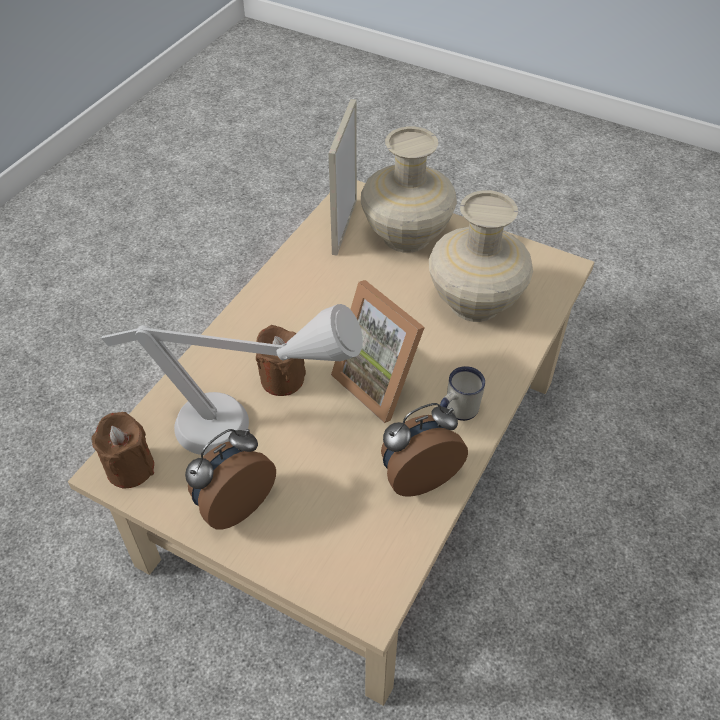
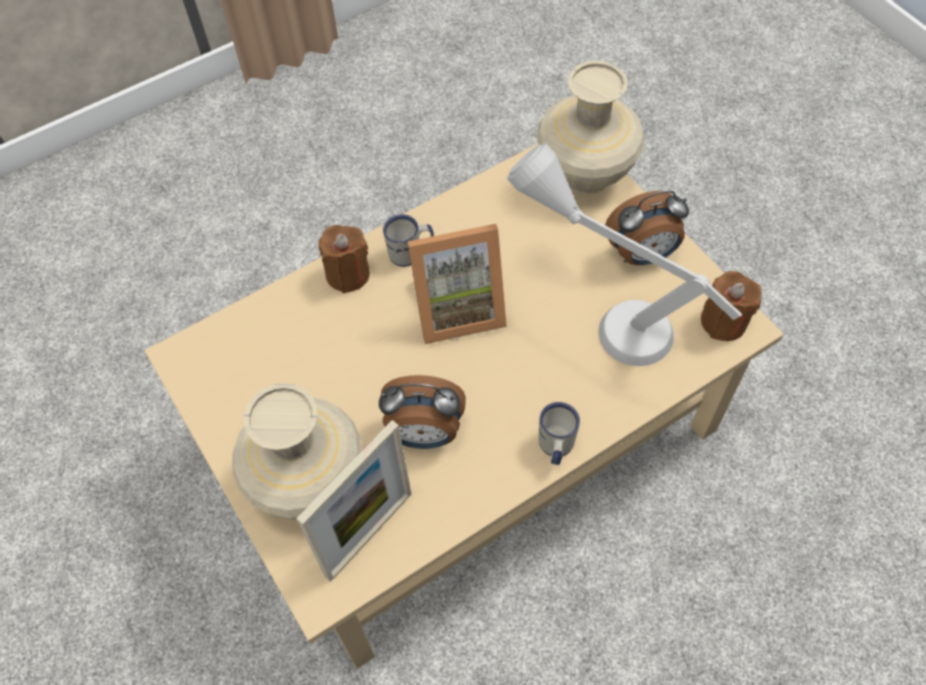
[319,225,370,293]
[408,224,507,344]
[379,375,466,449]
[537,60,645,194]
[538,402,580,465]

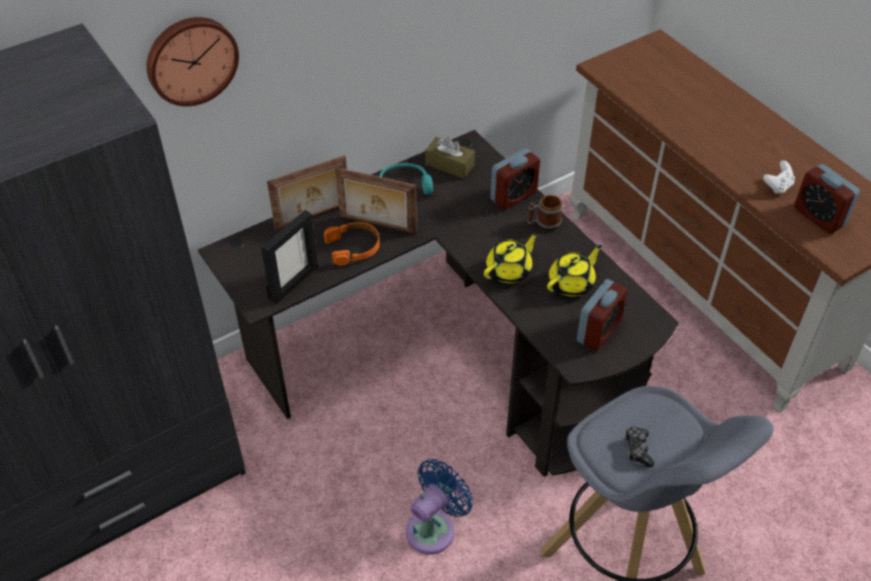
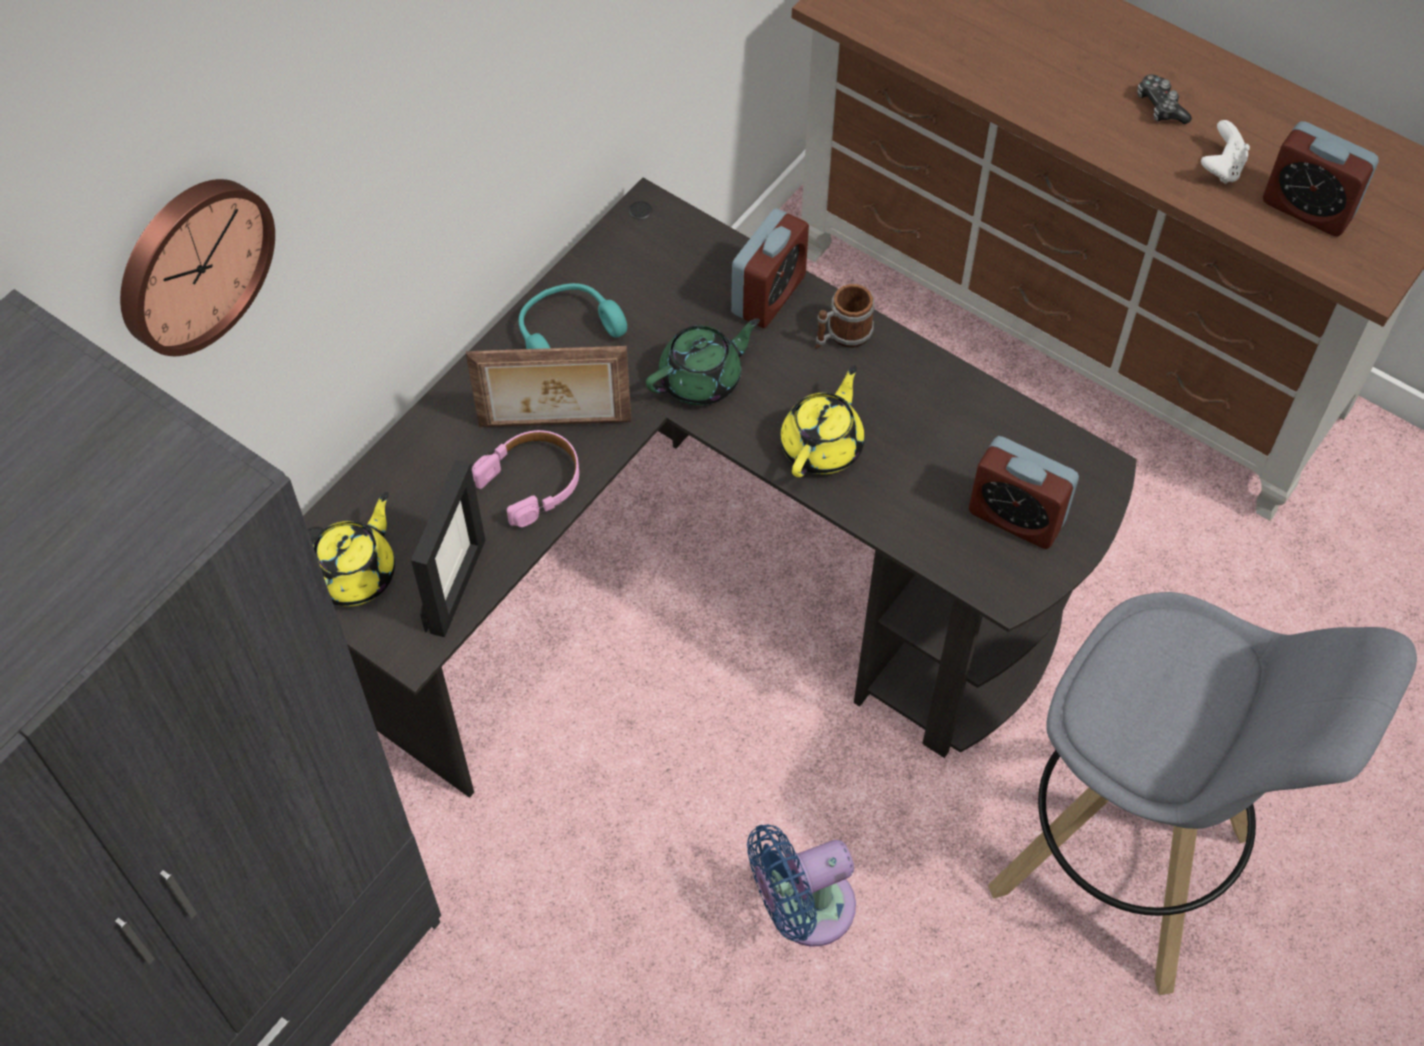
[267,155,347,231] (first image)
[472,430,579,527]
[747,824,856,946]
[425,137,475,178] (first image)
[313,492,395,606]
[969,436,1079,549]
[1137,74,1192,124]
[646,318,760,405]

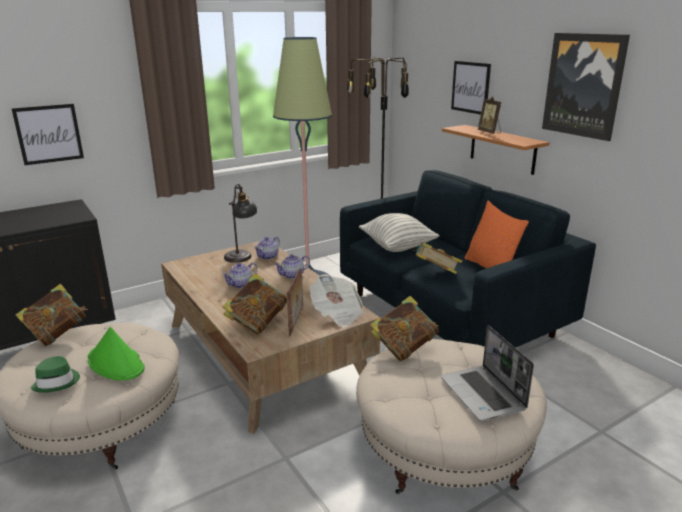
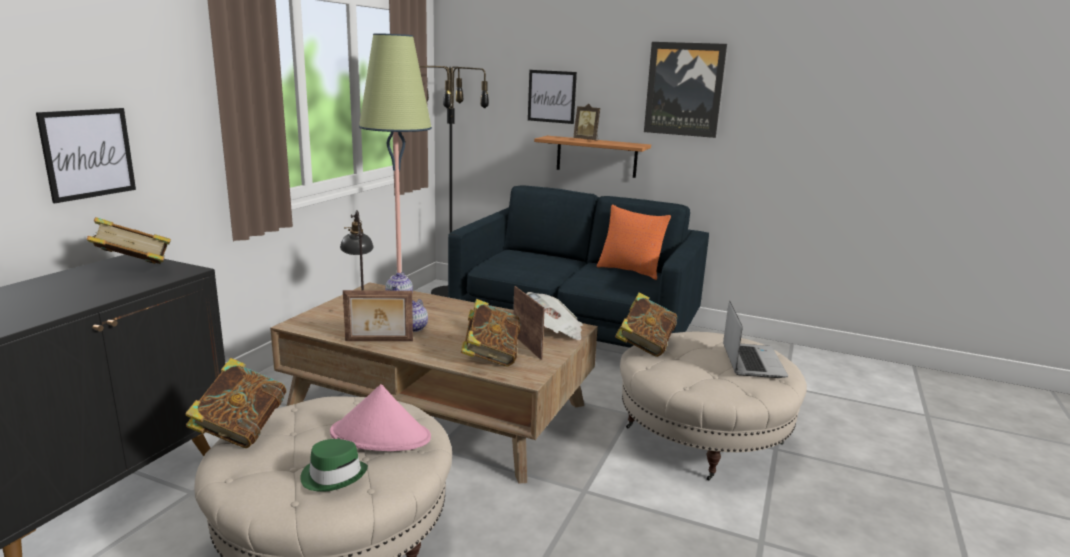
[330,384,431,451]
[274,254,310,279] (first image)
[359,213,440,252] (first image)
[87,217,171,264]
[723,301,788,378]
[343,290,413,341]

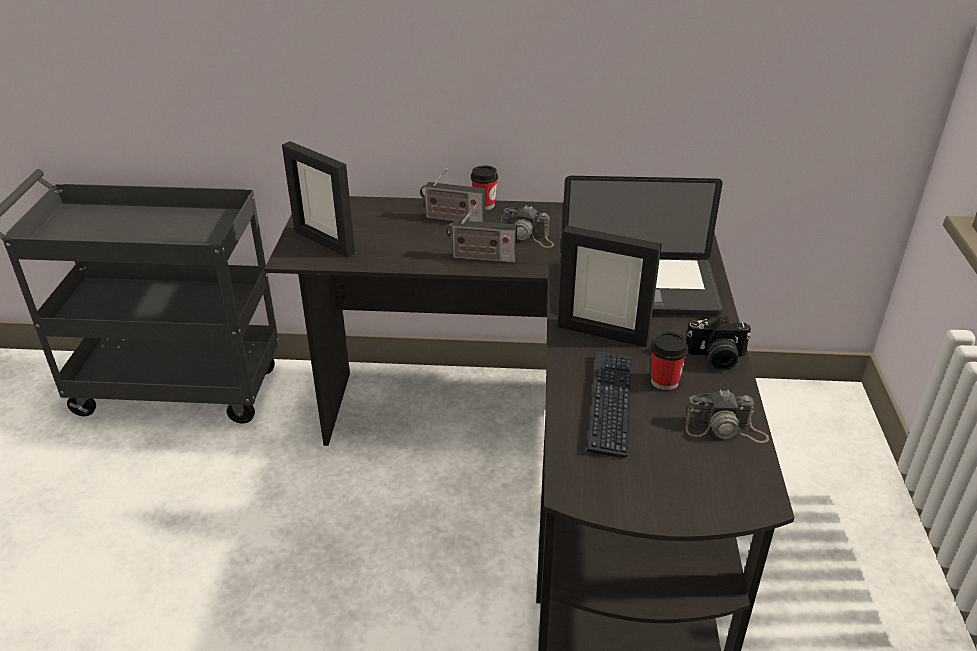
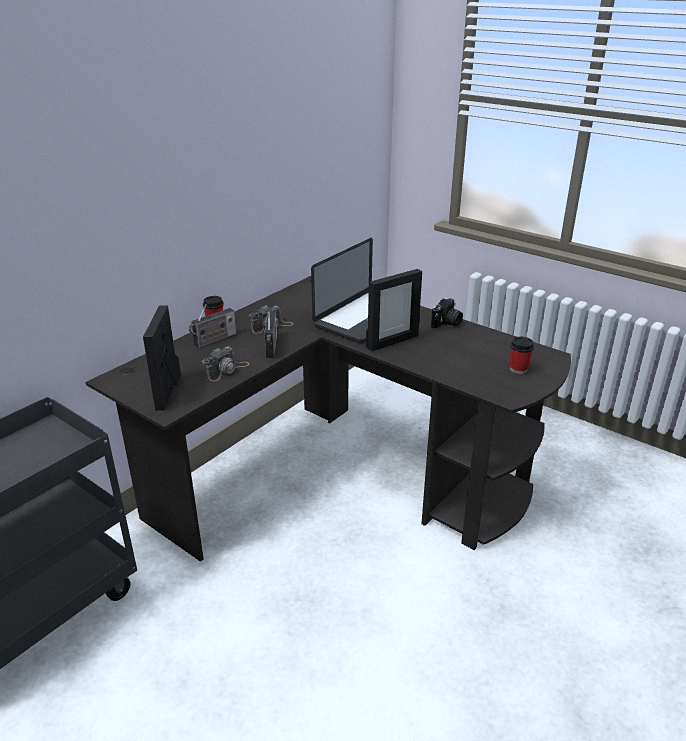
[143,305,181,411]
[264,311,278,357]
[587,351,632,458] (first image)
[510,337,534,374]
[202,346,249,381]

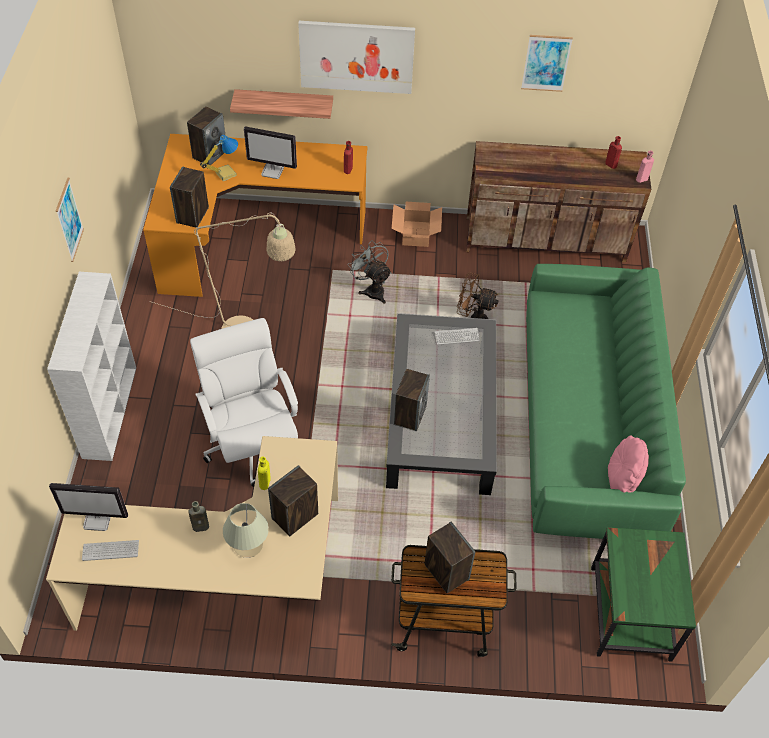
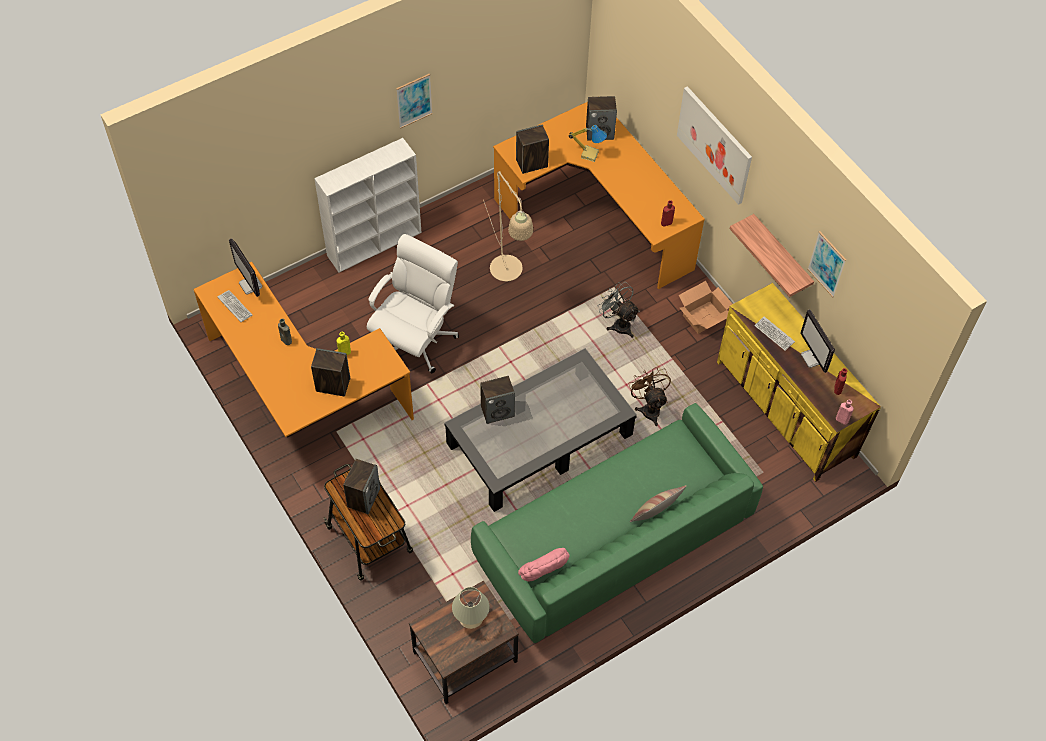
[193,262,414,438]
[452,587,490,629]
[730,214,814,297]
[800,310,835,373]
[598,282,640,338]
[754,317,795,351]
[717,283,881,482]
[409,581,519,704]
[630,485,686,522]

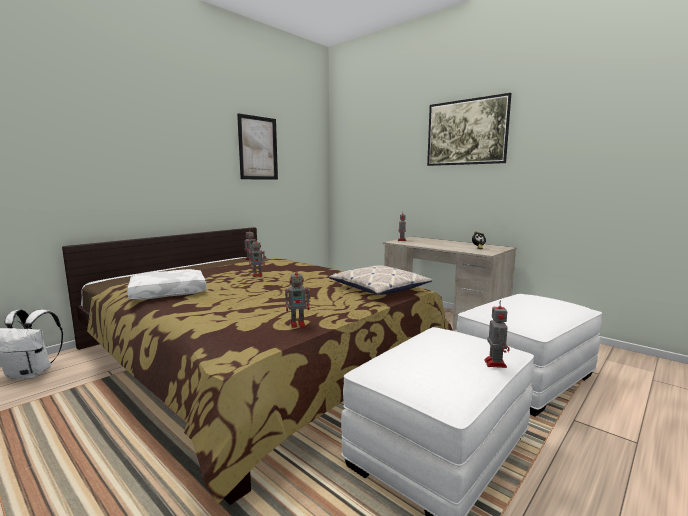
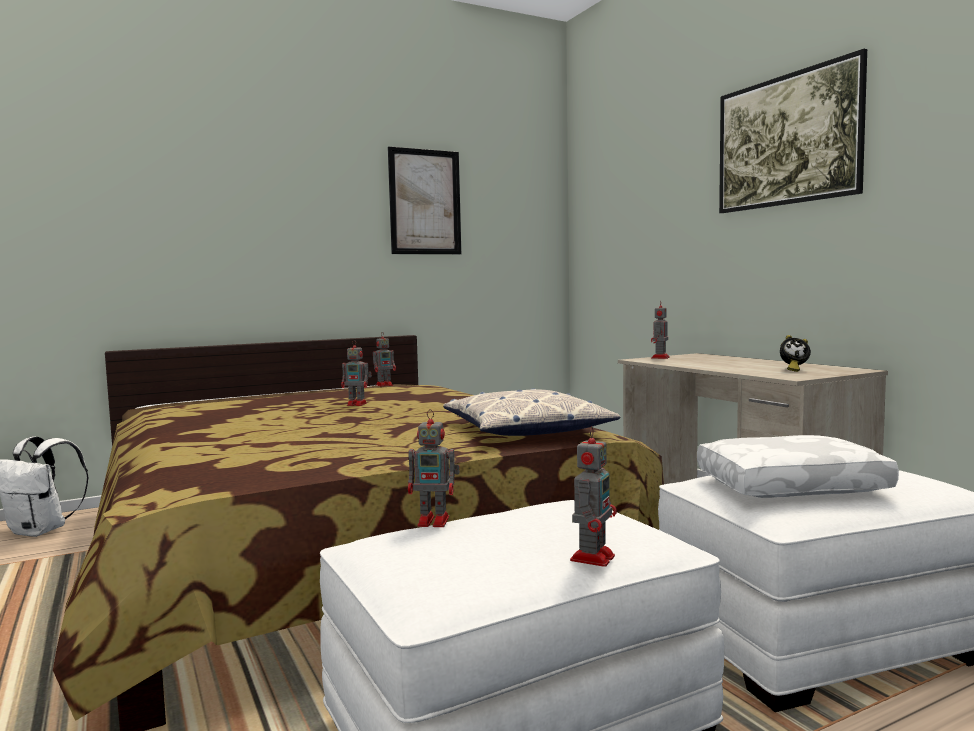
[697,435,899,498]
[408,409,460,527]

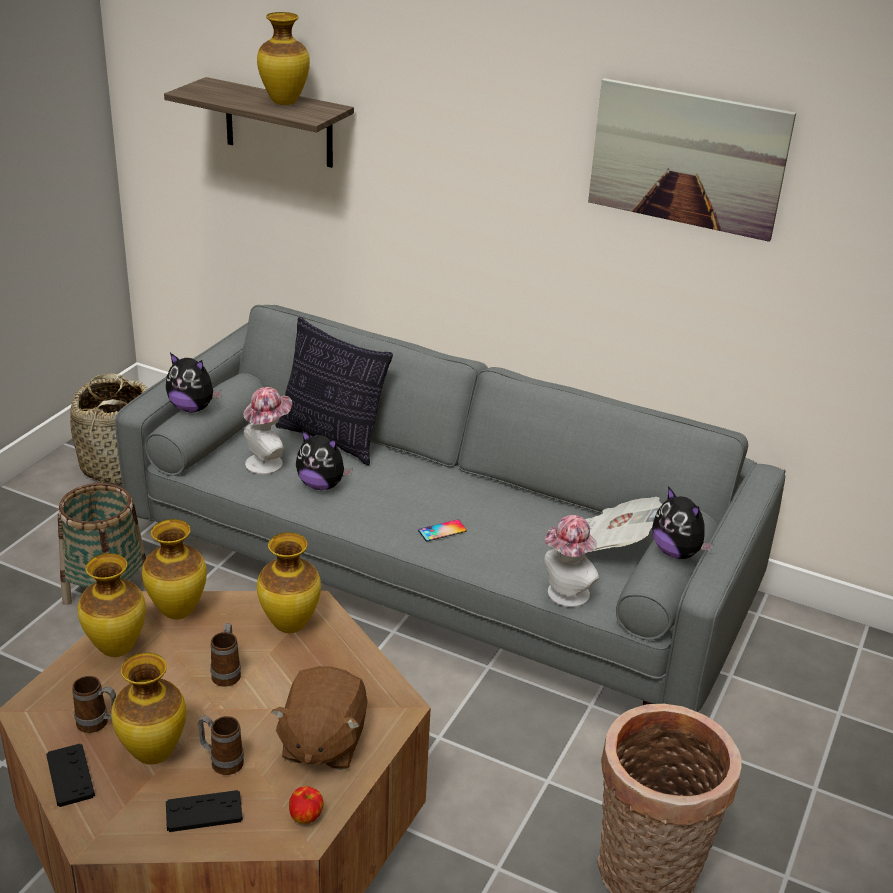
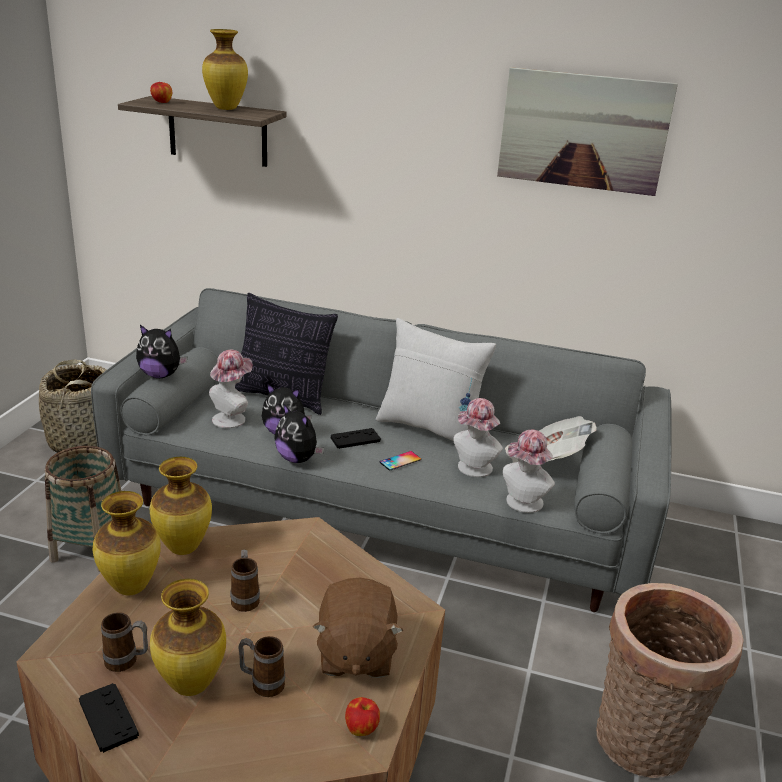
[331,428,381,449]
[257,532,321,633] (first image)
[275,403,324,463]
[150,82,172,103]
[375,318,496,441]
[454,398,503,477]

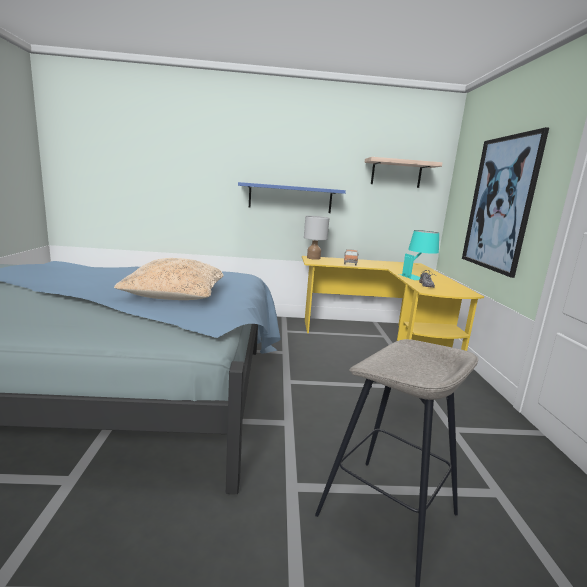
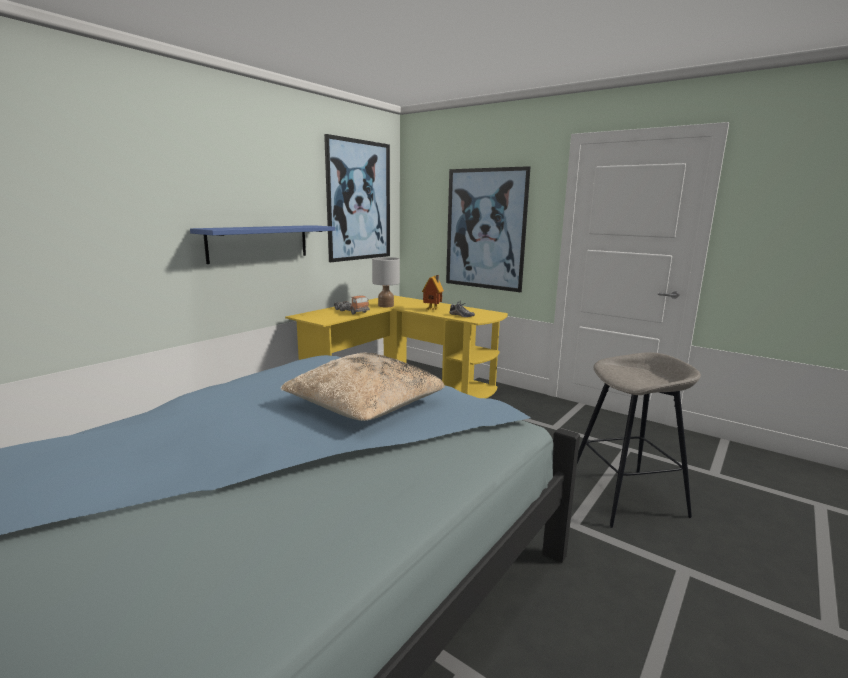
[372,257,400,307]
[324,134,390,262]
[422,275,444,310]

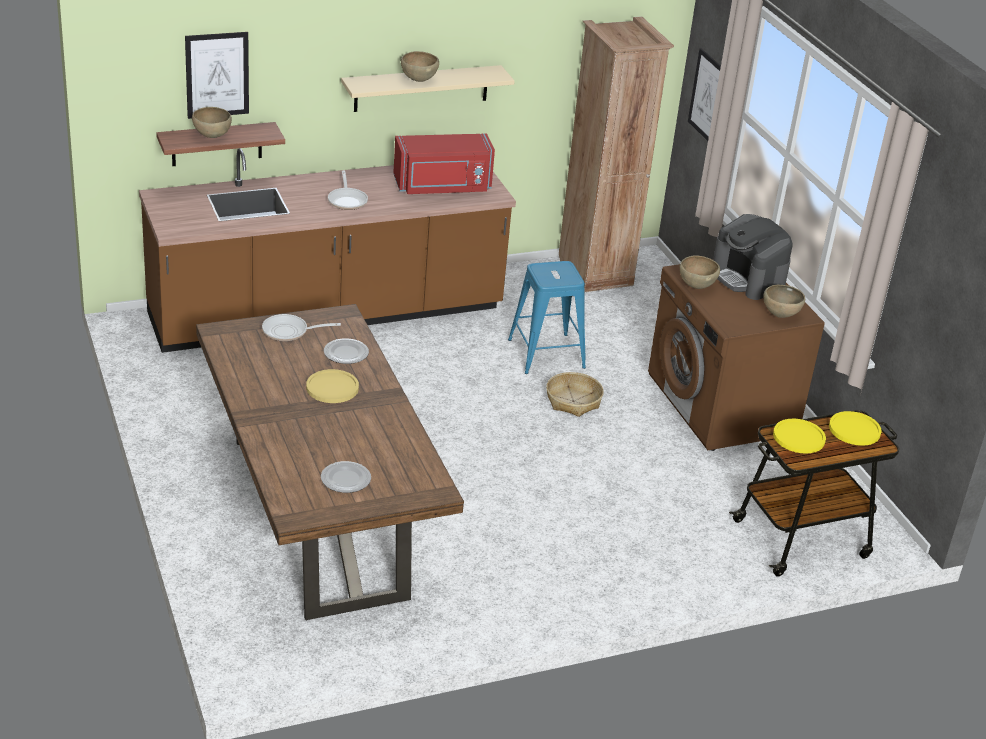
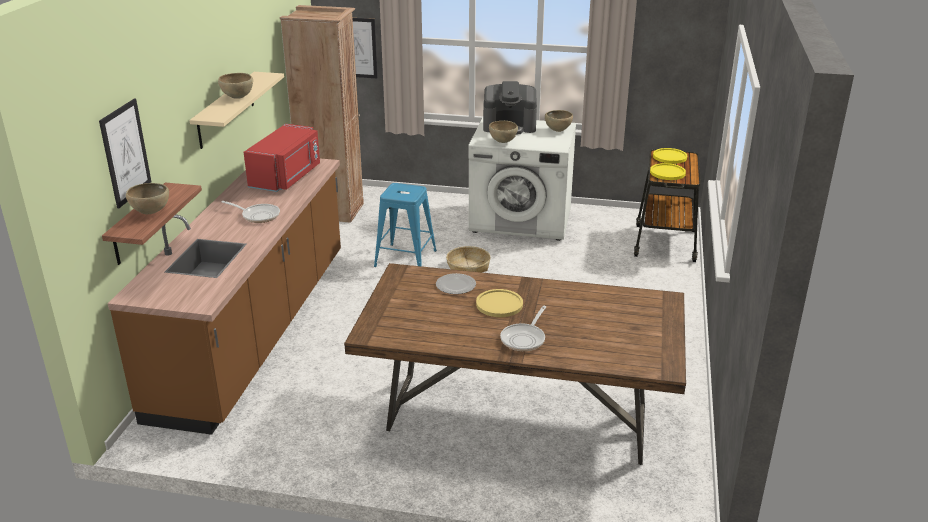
[500,306,546,351]
[321,461,371,493] (first image)
[468,117,576,241]

